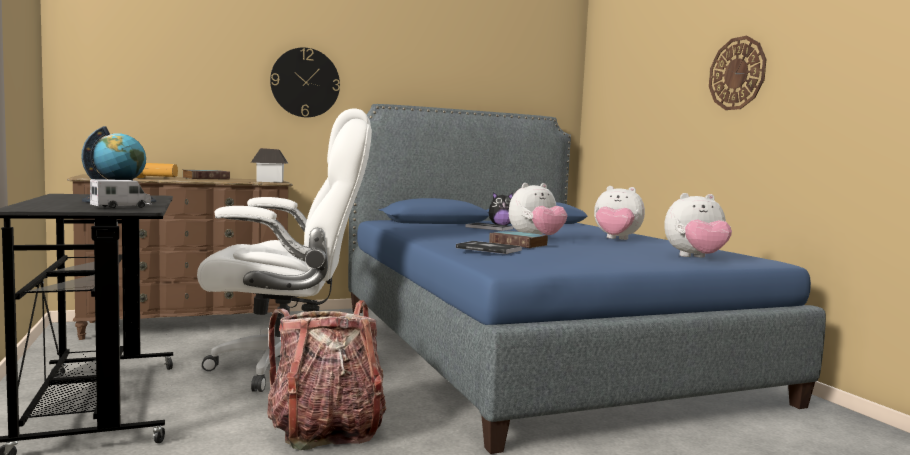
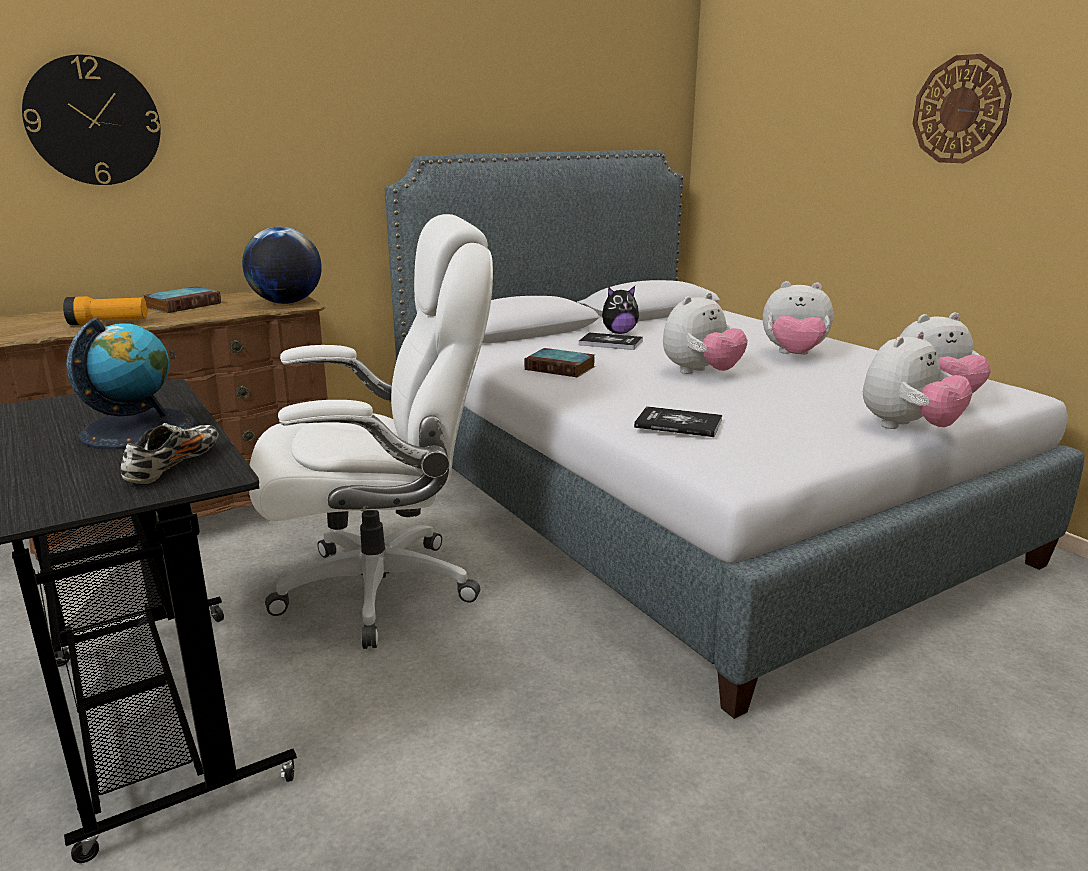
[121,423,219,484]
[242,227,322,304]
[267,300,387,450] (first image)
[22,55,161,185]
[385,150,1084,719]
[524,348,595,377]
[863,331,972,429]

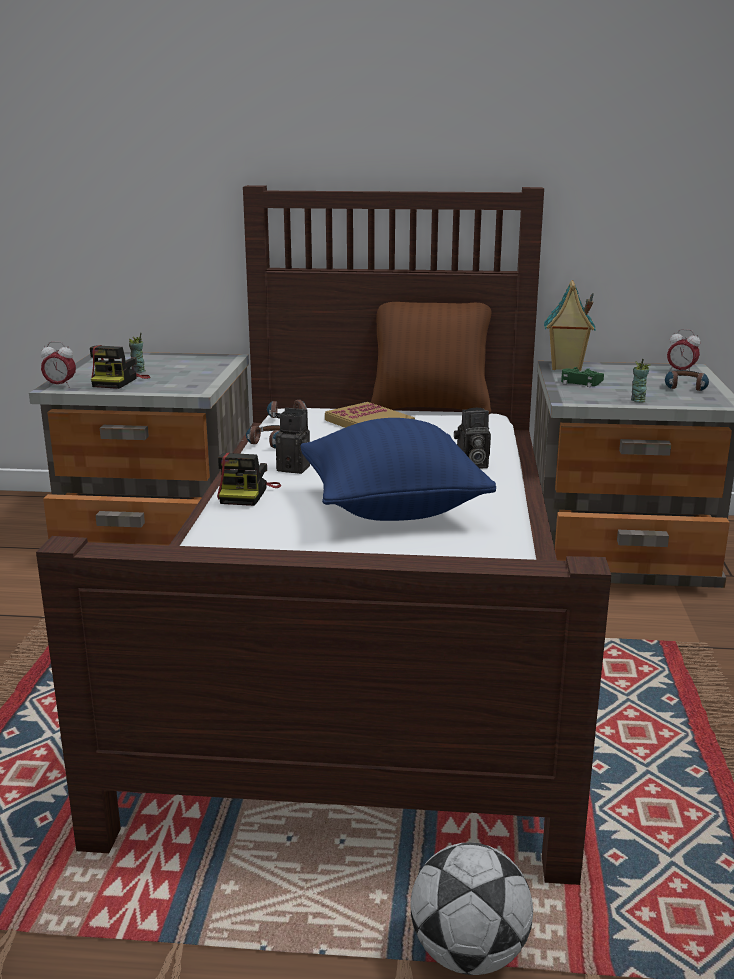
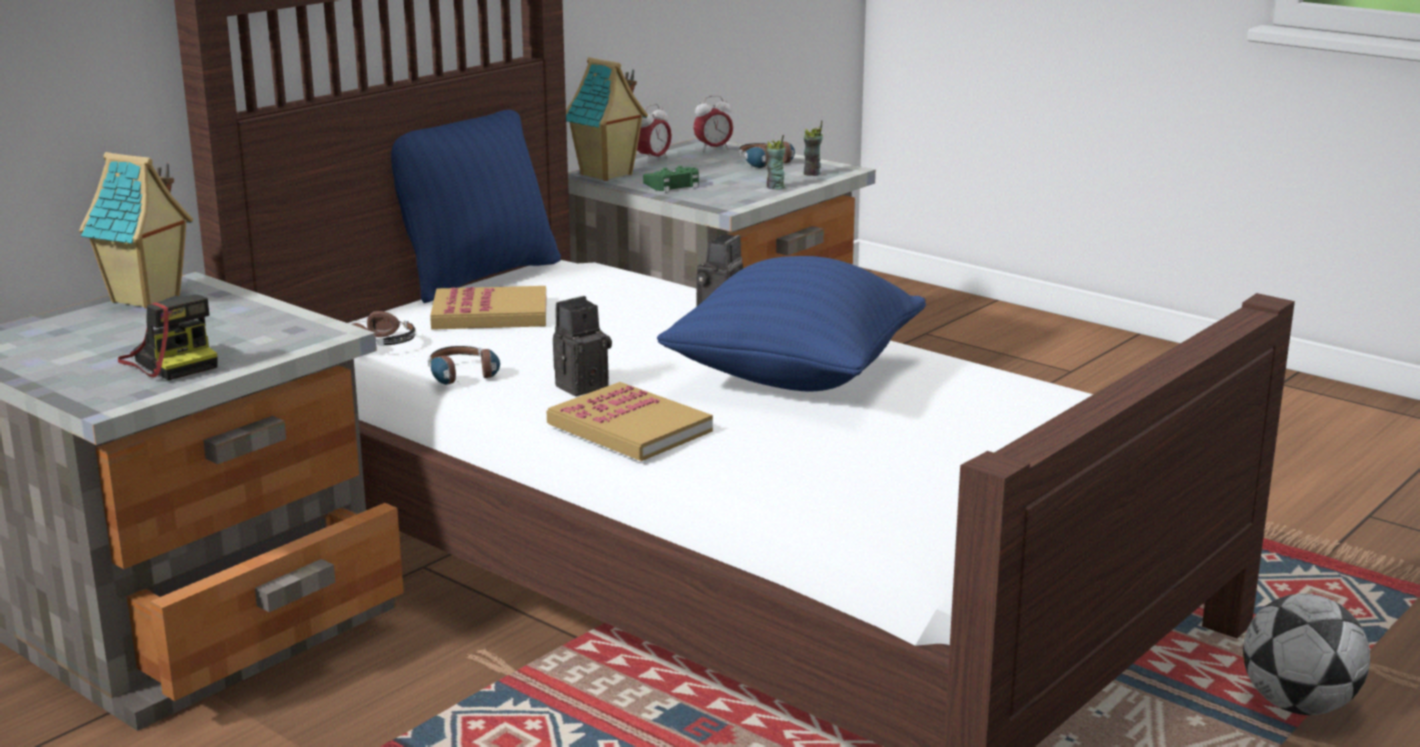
[637,104,672,163]
[804,120,823,176]
[547,382,713,461]
[391,110,561,303]
[79,152,193,309]

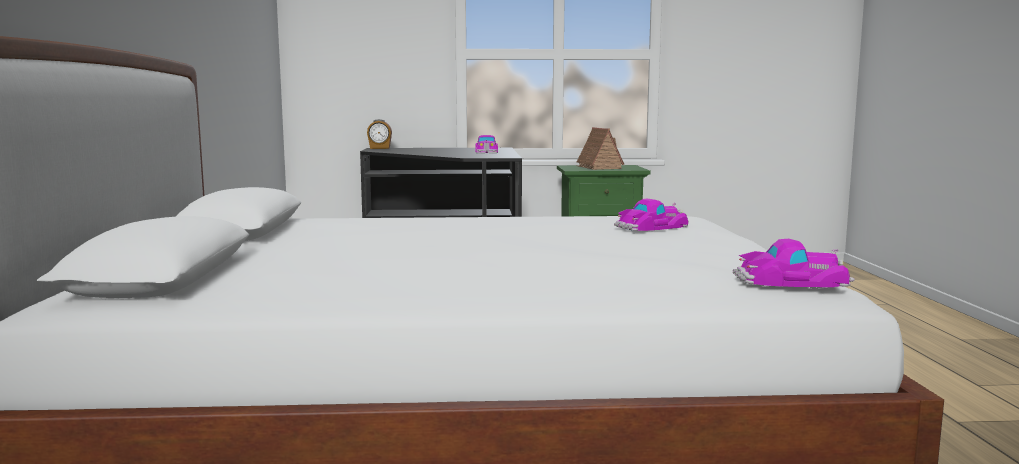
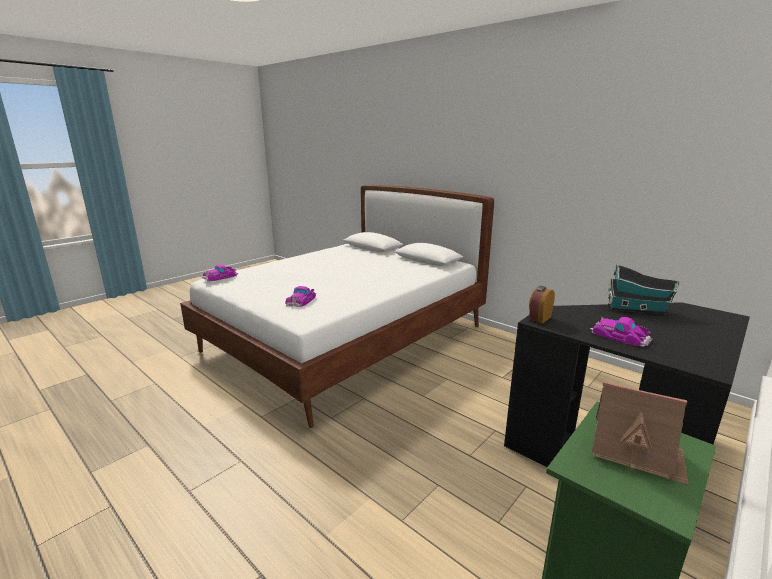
[529,286,555,324]
[608,264,680,314]

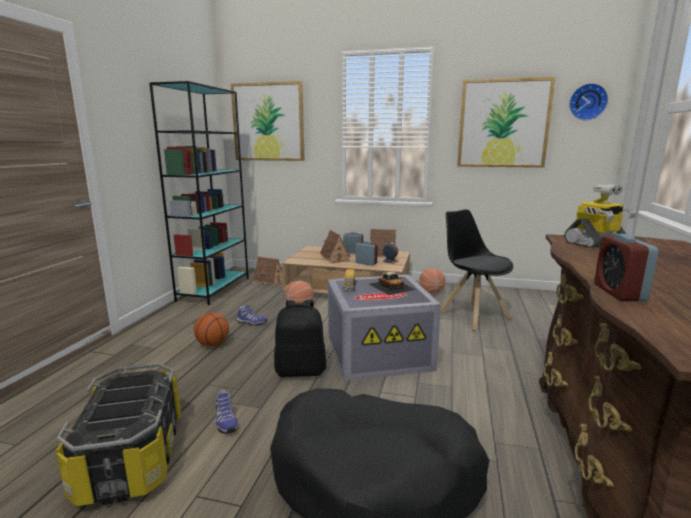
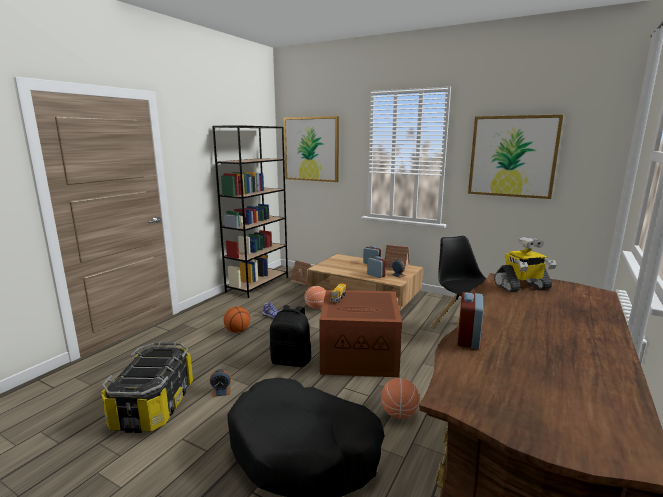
[212,125,288,298]
[210,369,231,397]
[320,230,350,263] (first image)
[319,290,402,377]
[369,272,416,295] (first image)
[381,378,419,419]
[569,83,608,121] (first image)

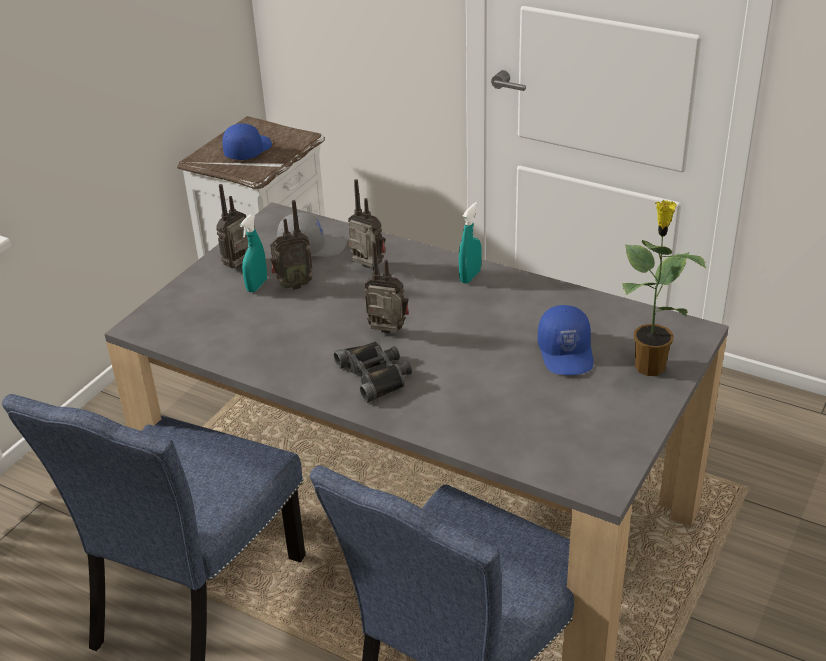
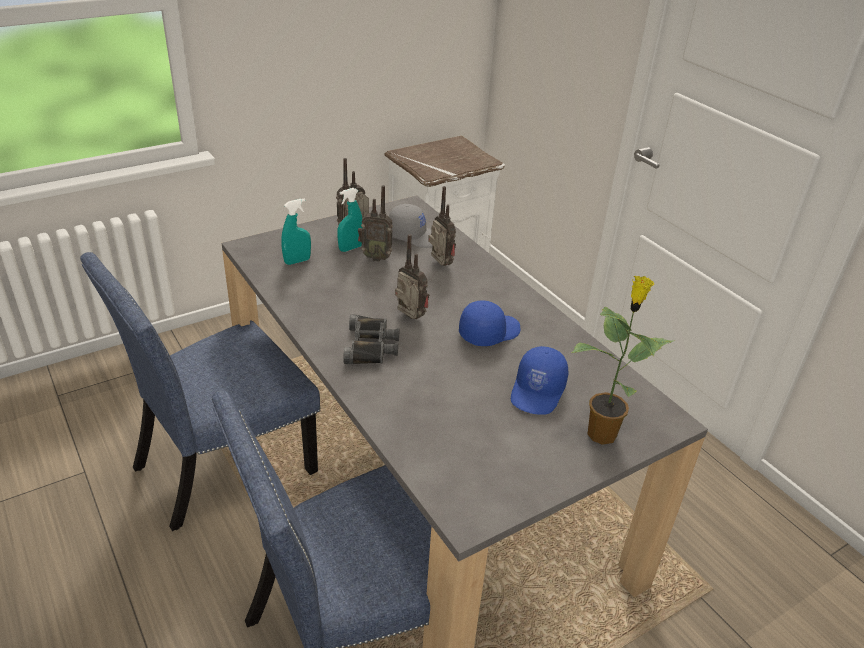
[459,300,521,346]
[281,199,311,265]

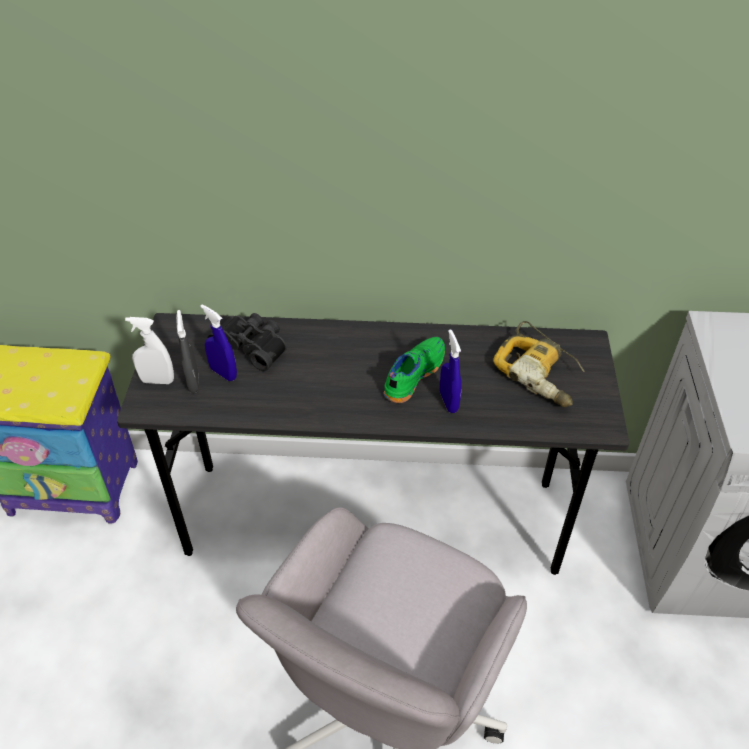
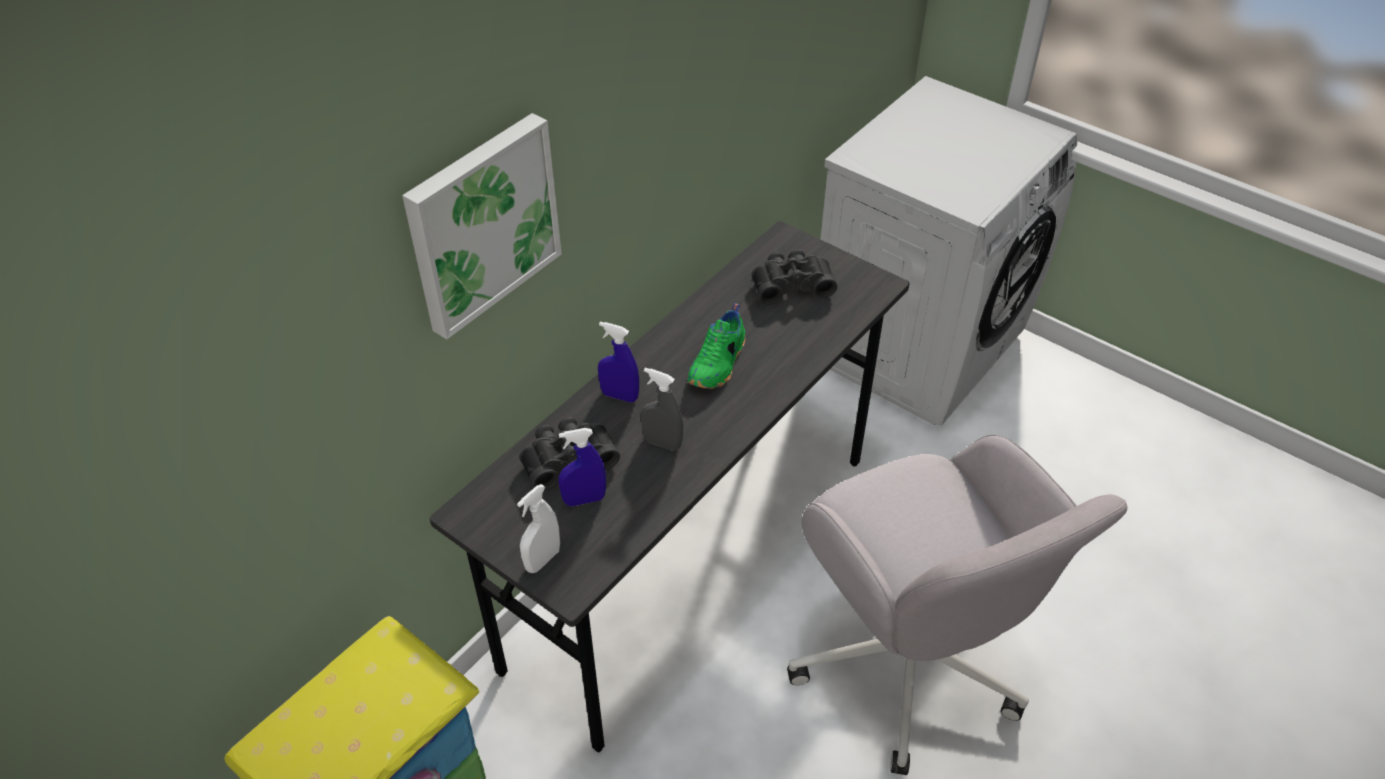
[641,368,683,451]
[687,303,745,389]
[598,322,639,403]
[751,250,838,305]
[402,113,562,339]

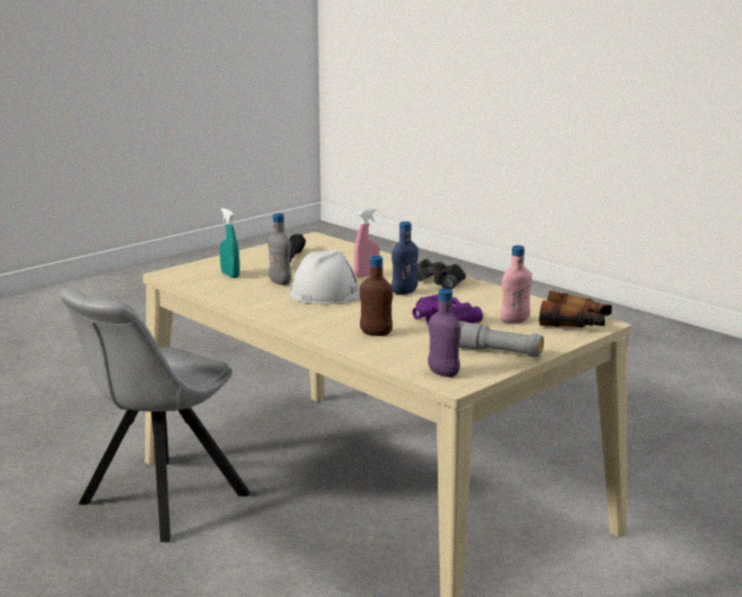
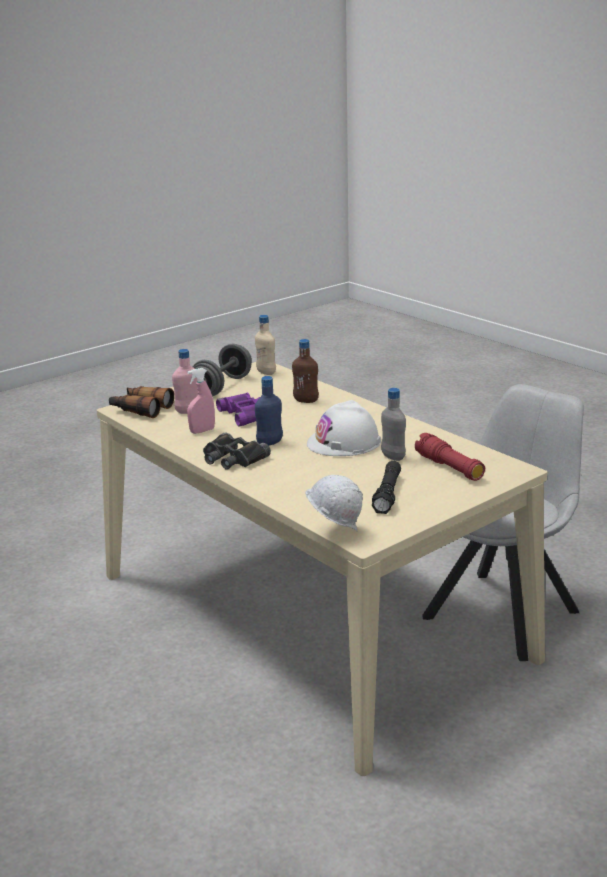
[415,433,485,481]
[187,368,215,434]
[255,315,276,375]
[193,344,252,396]
[305,475,363,532]

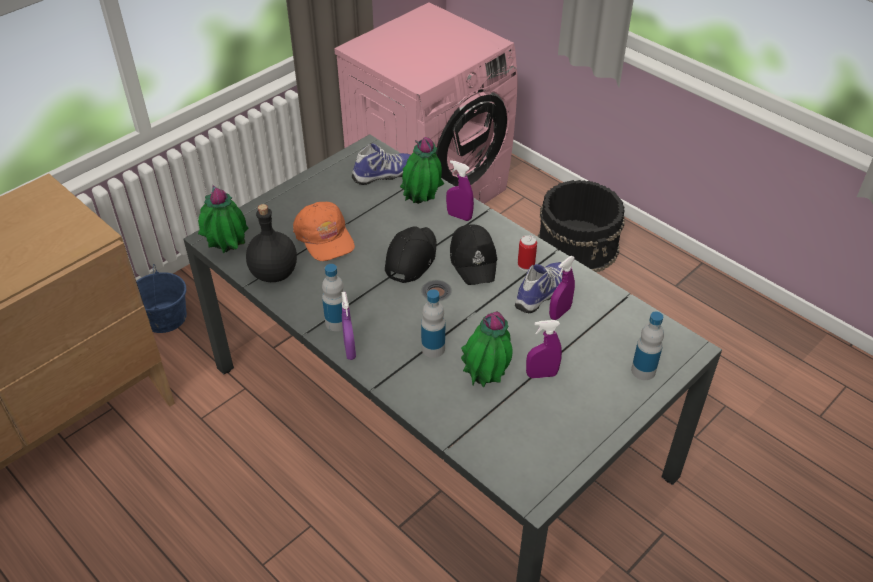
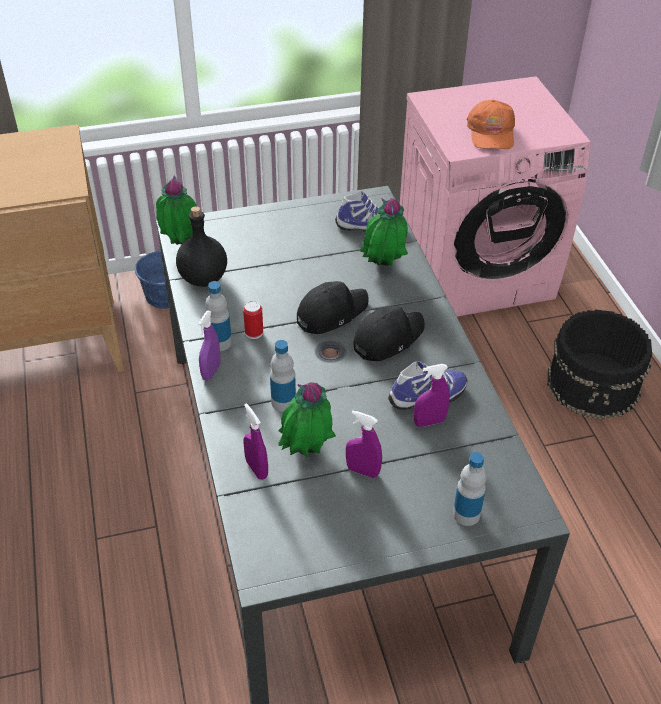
[467,100,515,149]
[243,403,268,480]
[354,306,425,361]
[243,301,263,339]

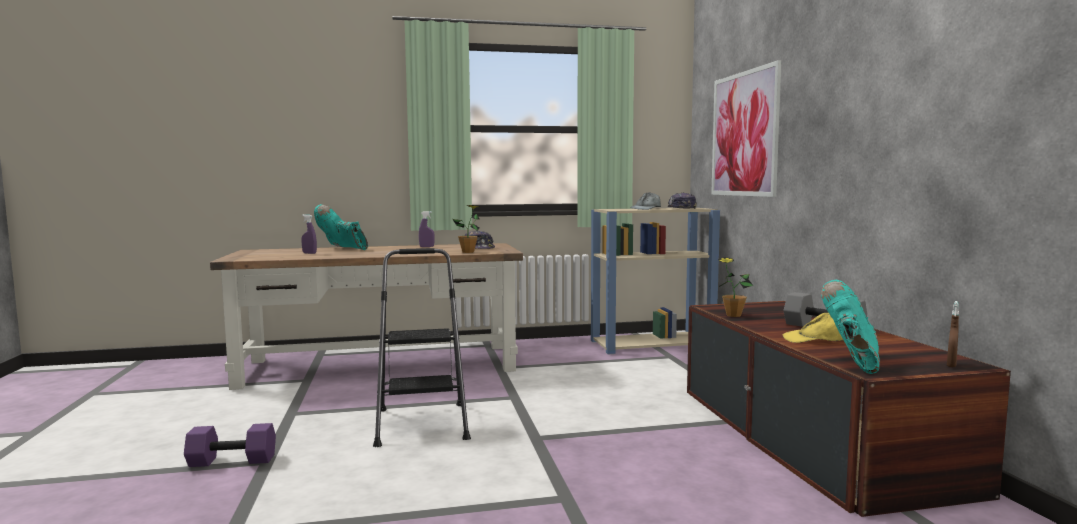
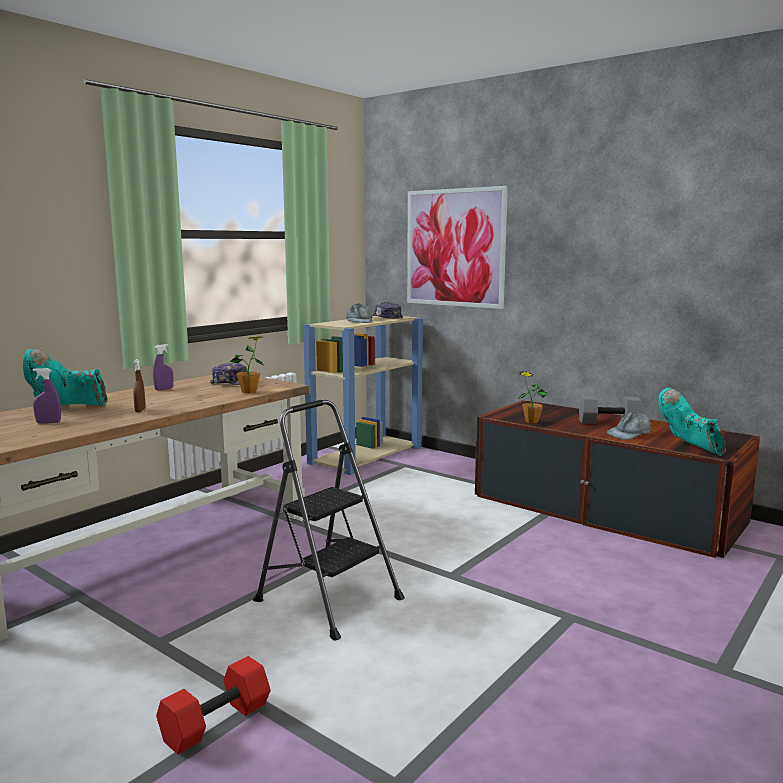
[156,656,271,754]
[606,411,651,440]
[133,359,145,412]

